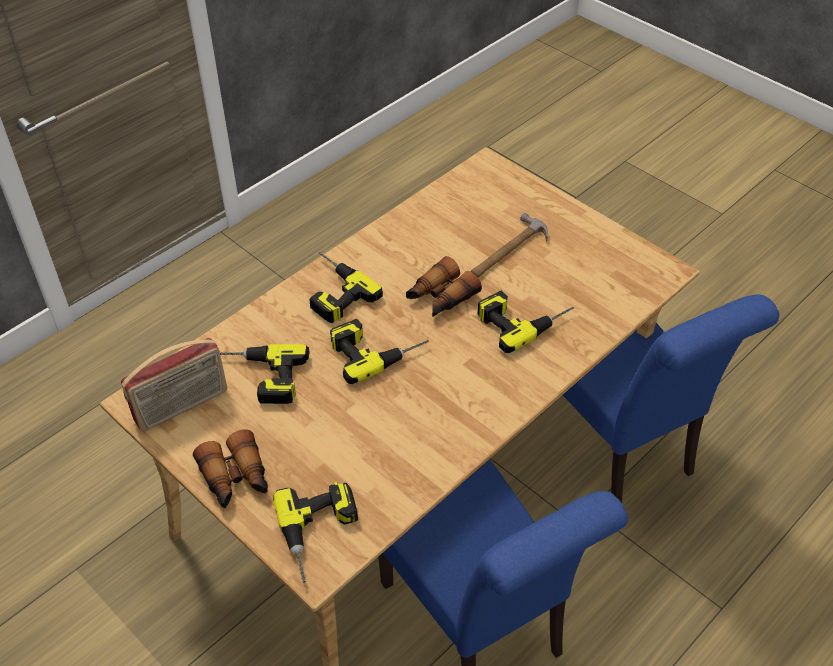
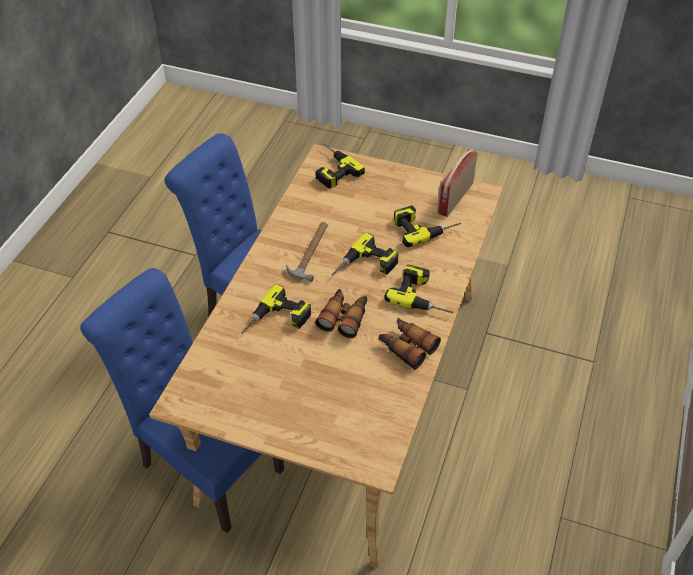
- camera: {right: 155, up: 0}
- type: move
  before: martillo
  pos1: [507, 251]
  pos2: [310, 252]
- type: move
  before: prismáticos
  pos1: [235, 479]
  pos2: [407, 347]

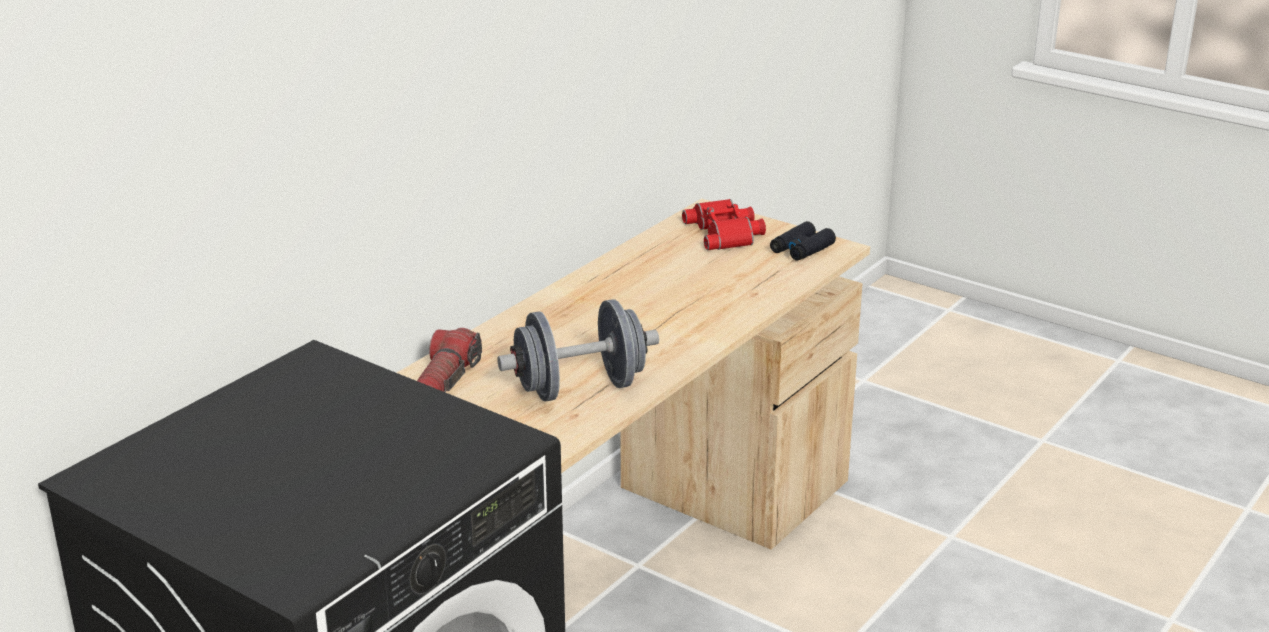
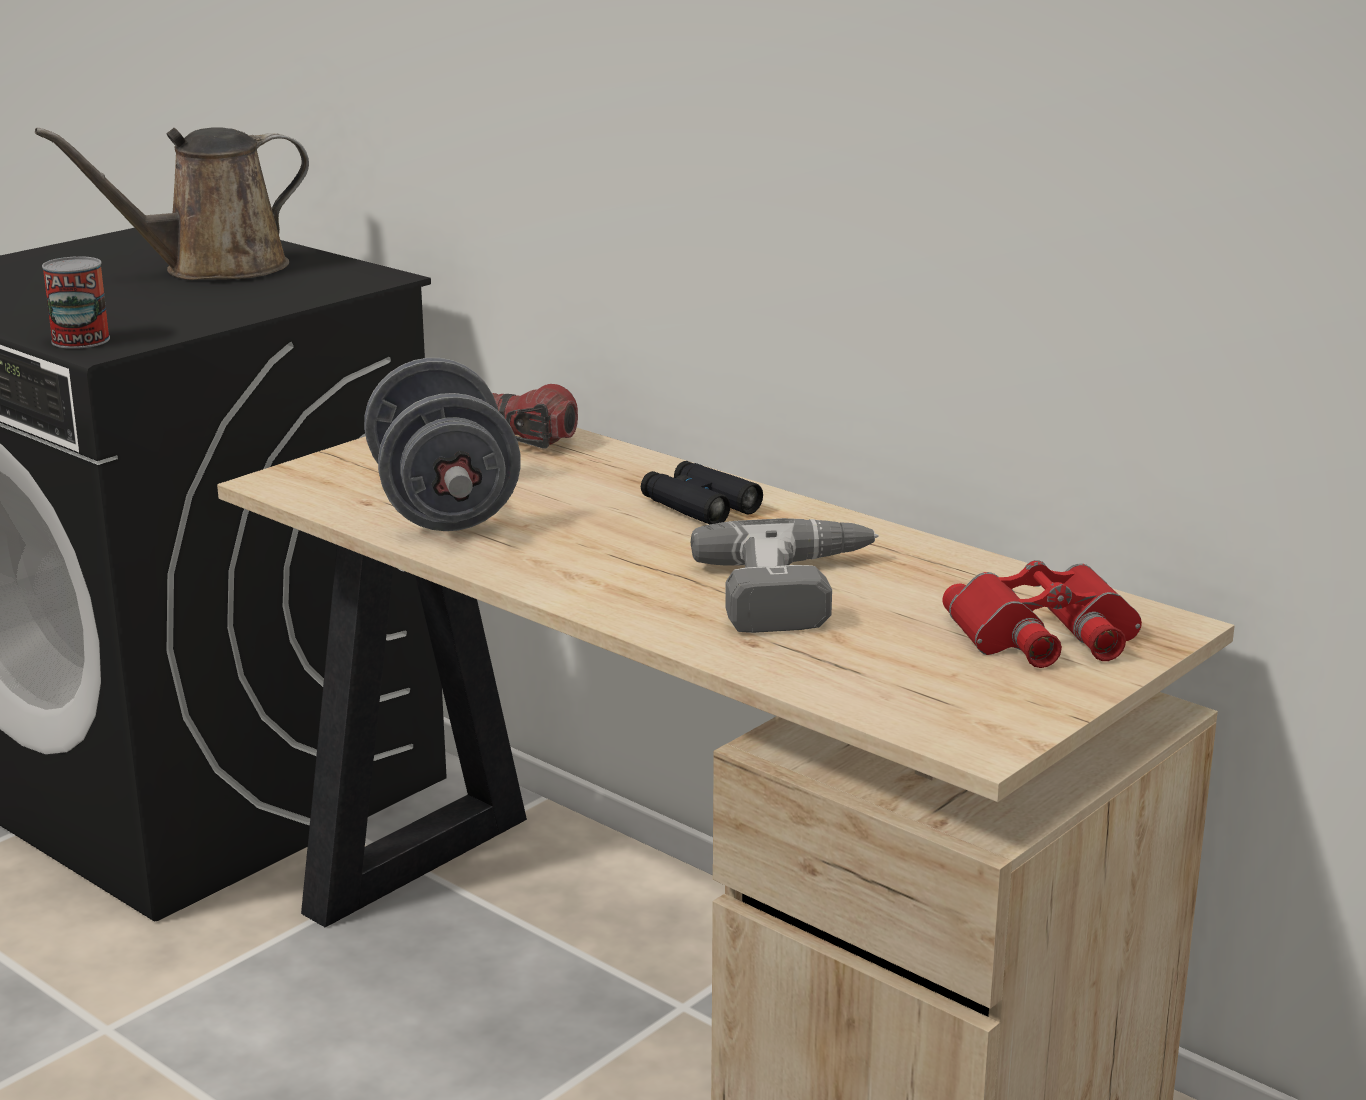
- camera: {right: 95, up: -5}
- type: insert
  after: regadera (marrón)
  pos2: [213, 269]
- type: insert
  after: lata
  pos2: [80, 340]
- type: move
  before: prismáticos (negro)
  pos1: [801, 249]
  pos2: [700, 506]
- type: insert
  after: taladro
  pos2: [797, 591]

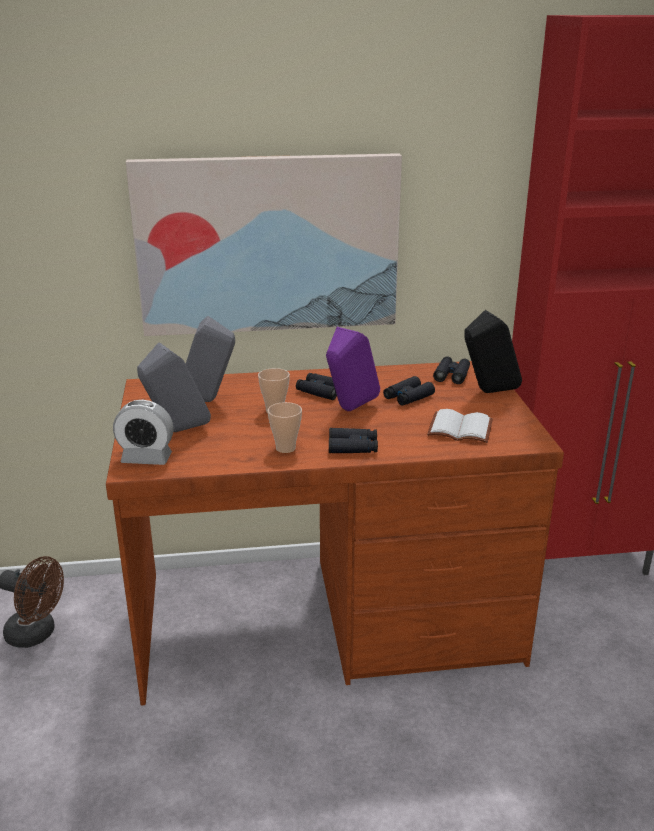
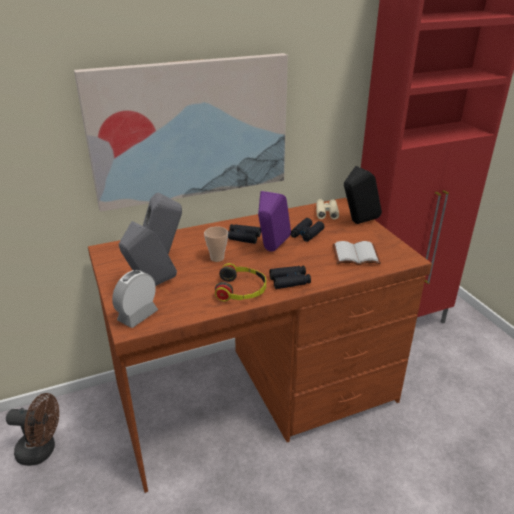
- camera: {right: -15, up: 5}
- type: rotate
  before: despertador
  pos1: [146, 458]
  pos2: [138, 316]
  turn: 135
- type: replace
  before: taza
  after: auriculares
  pos1: [285, 448]
  pos2: [241, 290]
- type: recolor
  before: prismáticos (negro)
  after: prismáticos (beis)
  pos1: [452, 375]
  pos2: [326, 212]

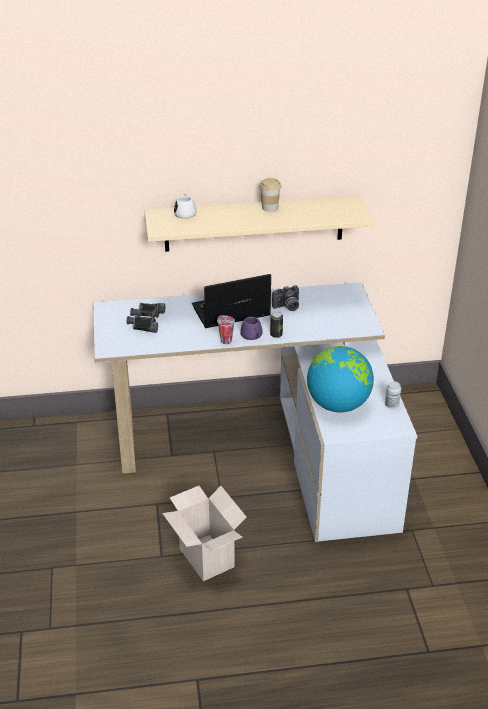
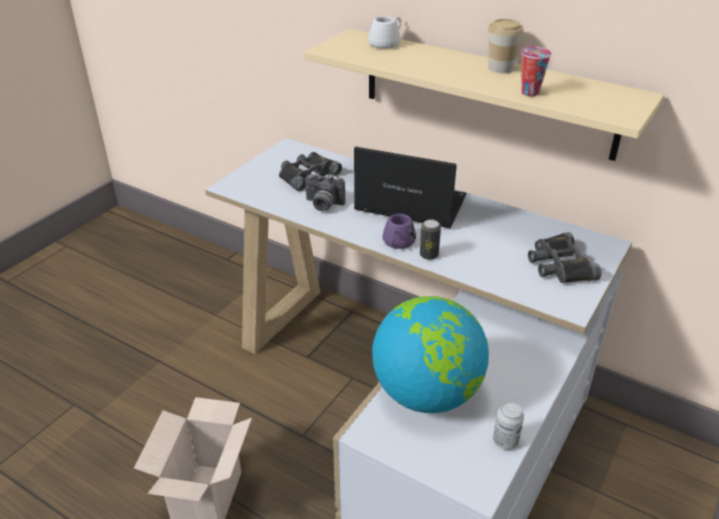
- camera: {right: 40, up: 0}
- type: move
  before: cámara
  pos1: [287, 307]
  pos2: [323, 205]
- type: move
  before: taza
  pos1: [225, 340]
  pos2: [529, 92]
- type: insert
  after: prismáticos (negro)
  pos2: [559, 265]

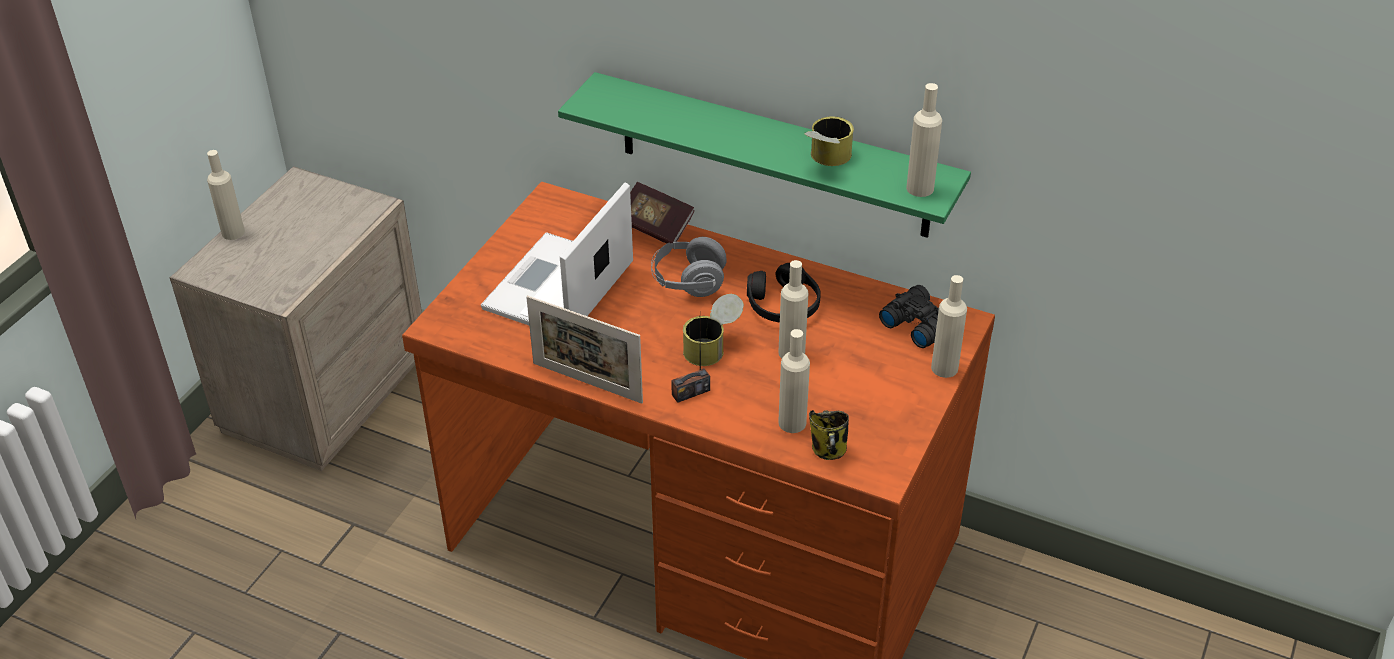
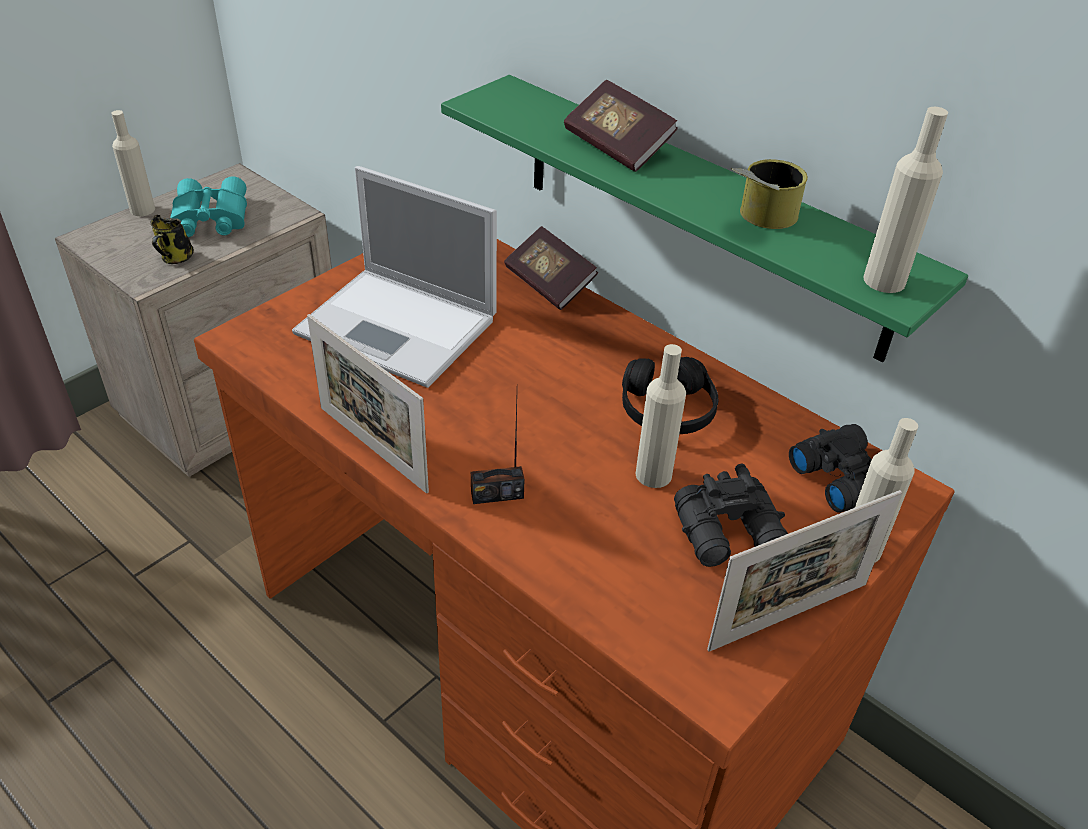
- camera: {right: 15, up: 0}
- type: move
  before: taza grande
  pos1: [829, 451]
  pos2: [175, 258]
- type: insert
  after: prismáticos (turquesa)
  pos2: [208, 219]
- type: rotate
  before: portátil
  pos1: [557, 289]
  pos2: [400, 327]
  turn: -105
- type: insert
  after: libro
  pos2: [618, 146]
- type: insert
  after: prismáticos (negro)
  pos2: [731, 534]
- type: insert
  after: portarretratos
  pos2: [788, 616]
- type: delete
  before: auriculares (gris)
  pos1: [688, 282]
- type: delete
  before: lata
  pos1: [713, 347]
- type: delete
  before: botella (beis)
  pos1: [792, 423]

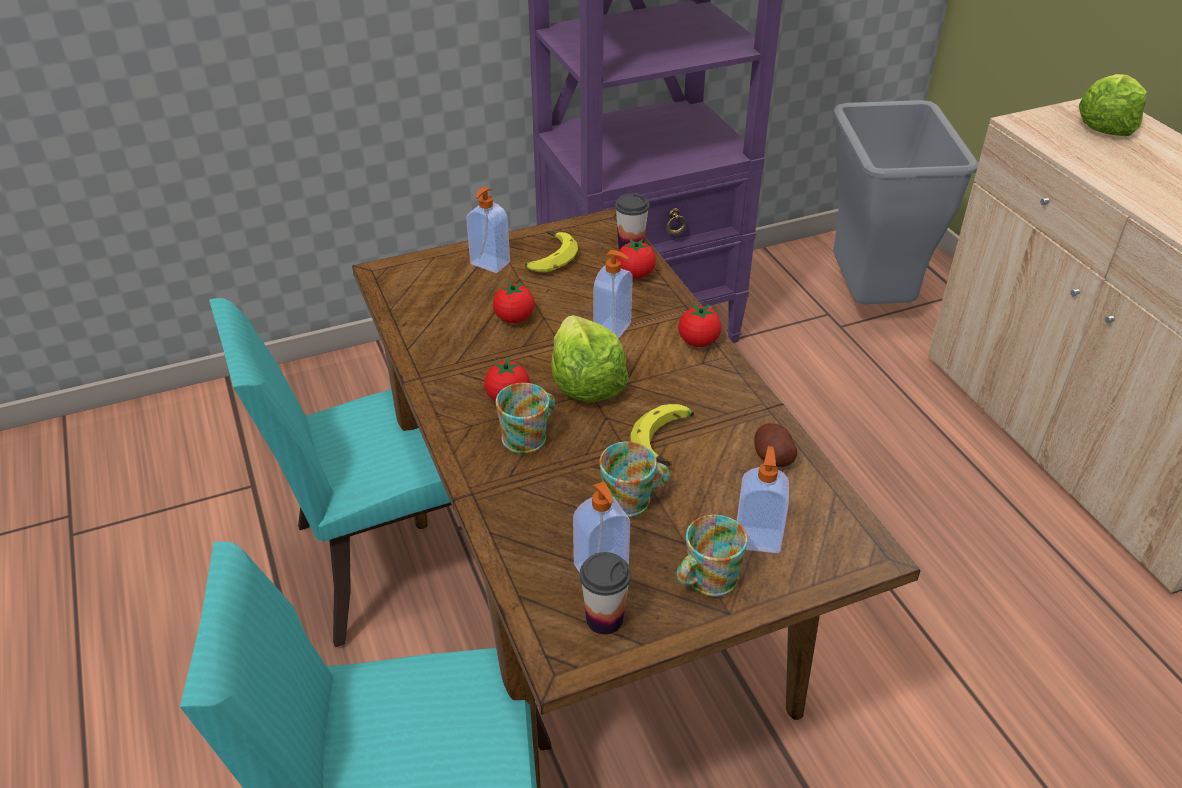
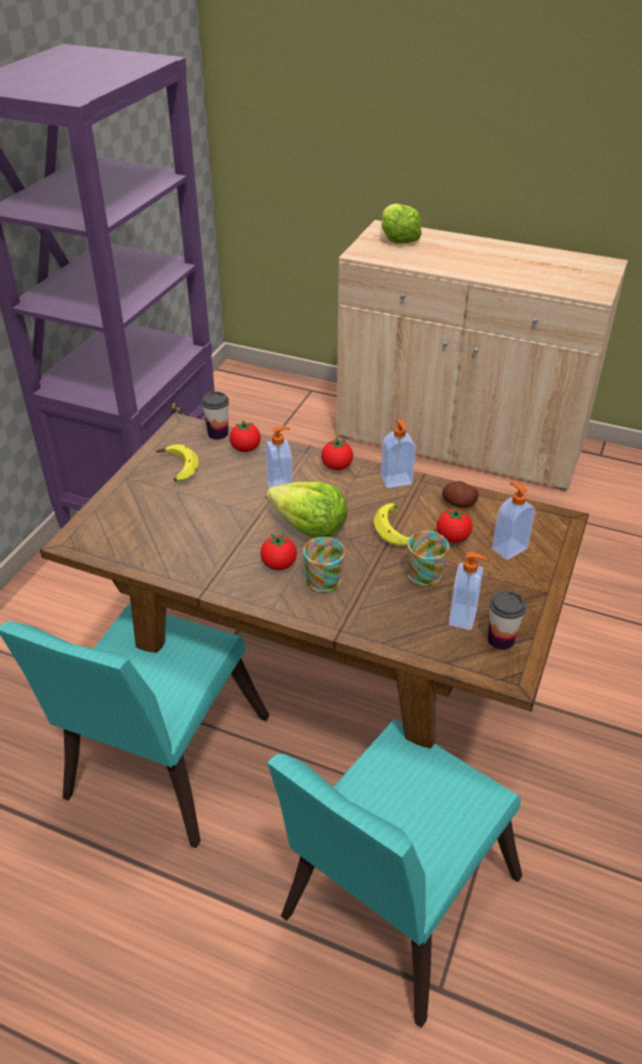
- camera: {right: -45, up: 0}
- type: move
  before: dispensador de jabón
  pos1: [489, 264]
  pos2: [396, 481]
- type: move
  before: tomate
  pos1: [514, 318]
  pos2: [452, 537]
- type: delete
  before: taza grande
  pos1: [705, 580]
- type: delete
  before: papelera (gris)
  pos1: [866, 300]

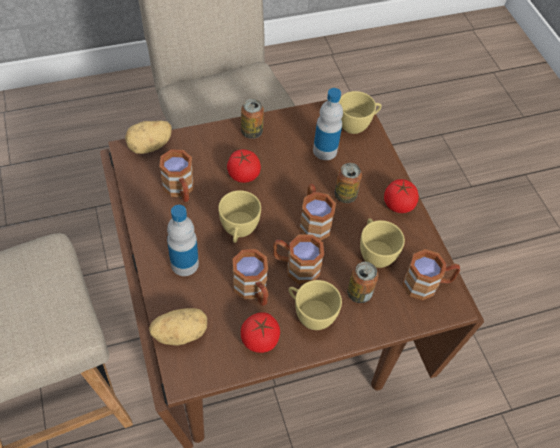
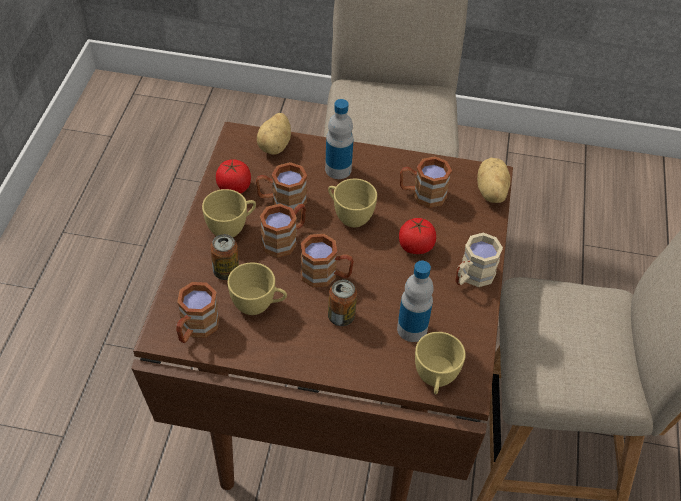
- camera: {right: 120, up: -5}
- type: replace
  before: lata
  after: taza grande (beis)
  pos1: [251, 132]
  pos2: [472, 277]
- type: delete
  before: tomate
  pos1: [398, 204]

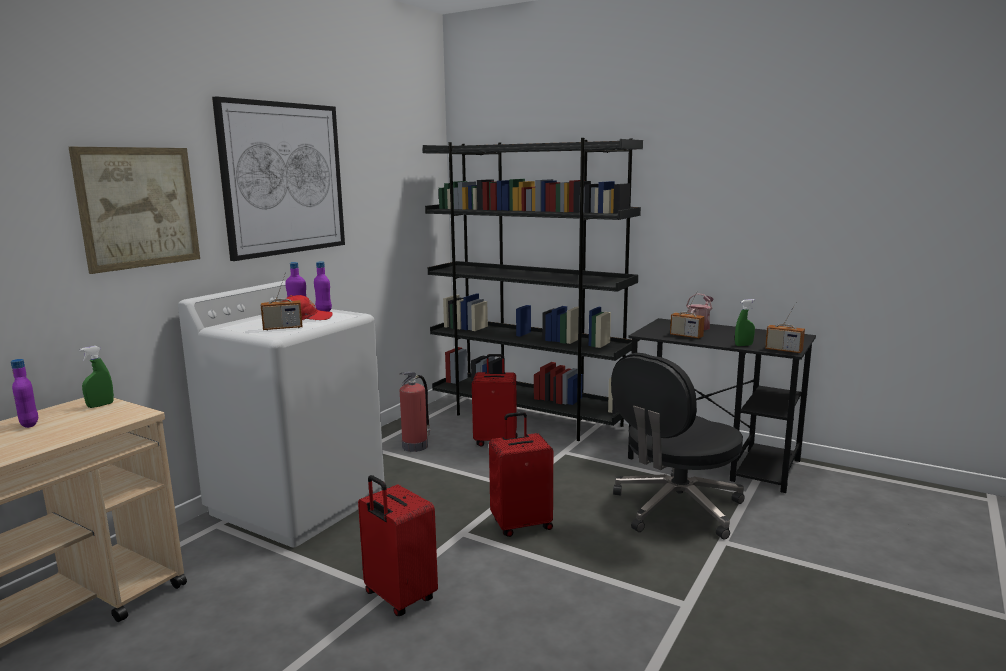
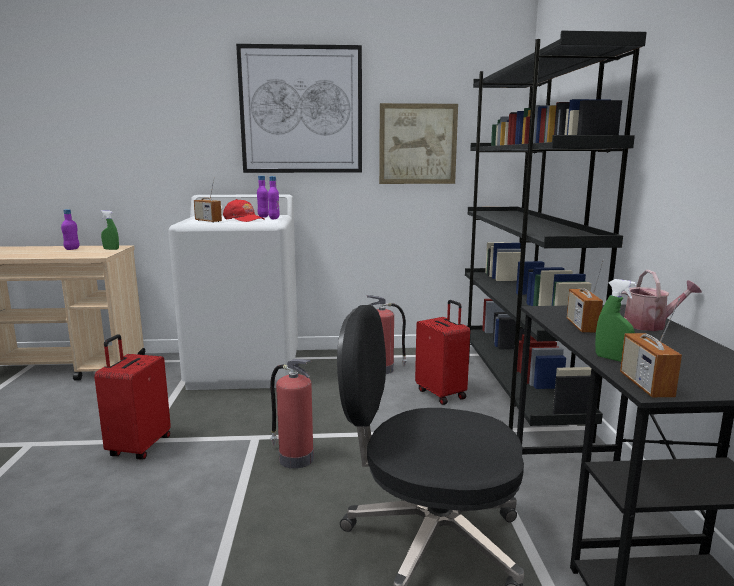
- camera: {right: 55, up: 0}
- type: replace
  before: maleta (rojo)
  after: extintor
  pos1: [521, 524]
  pos2: [295, 458]
- type: move
  before: cuadro
  pos1: [139, 207]
  pos2: [417, 144]

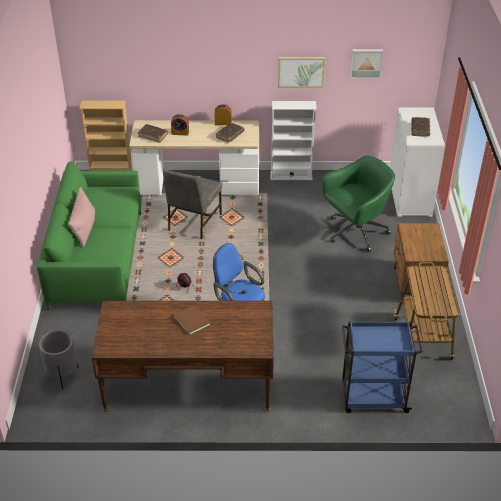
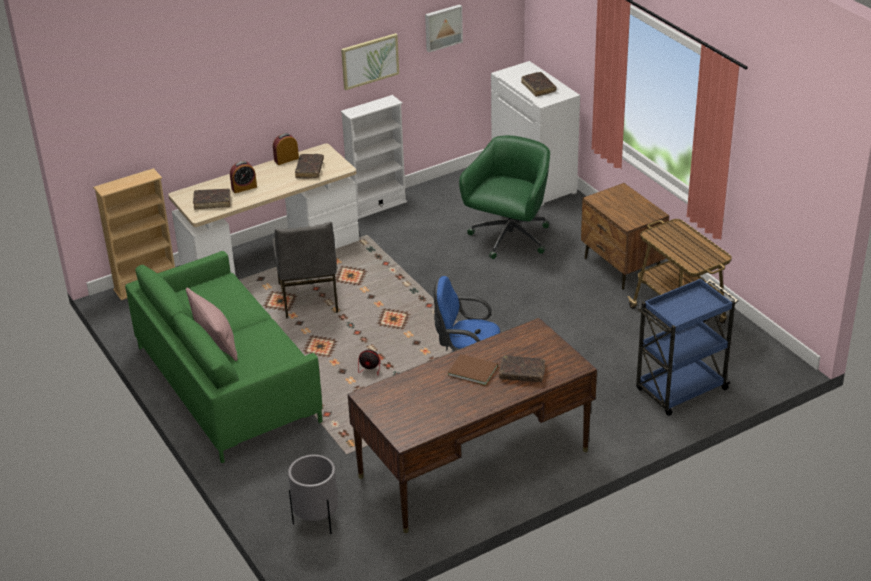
- camera: {right: -30, up: -5}
- type: insert
  after: libro (marrón)
  pos2: [522, 373]

